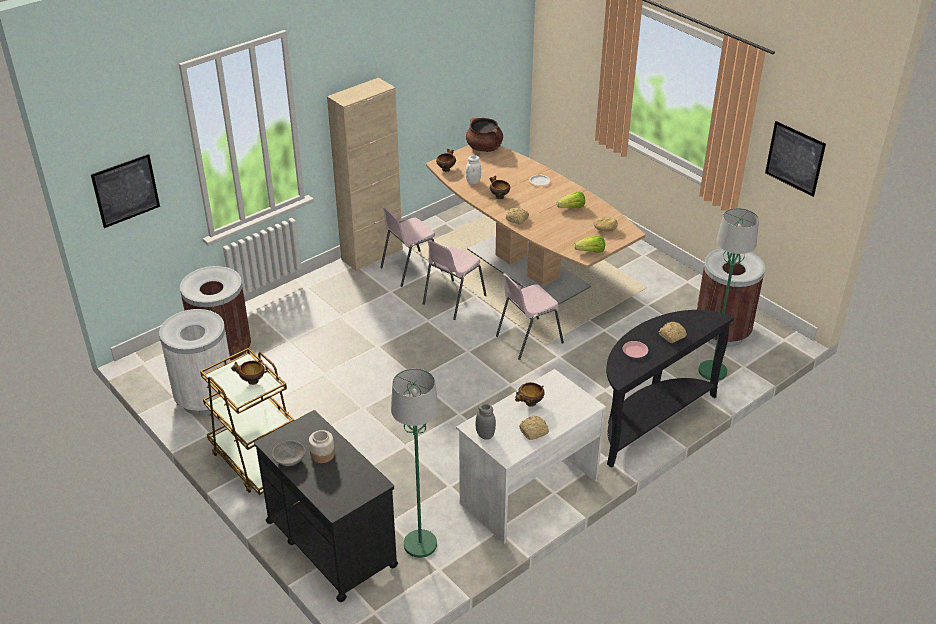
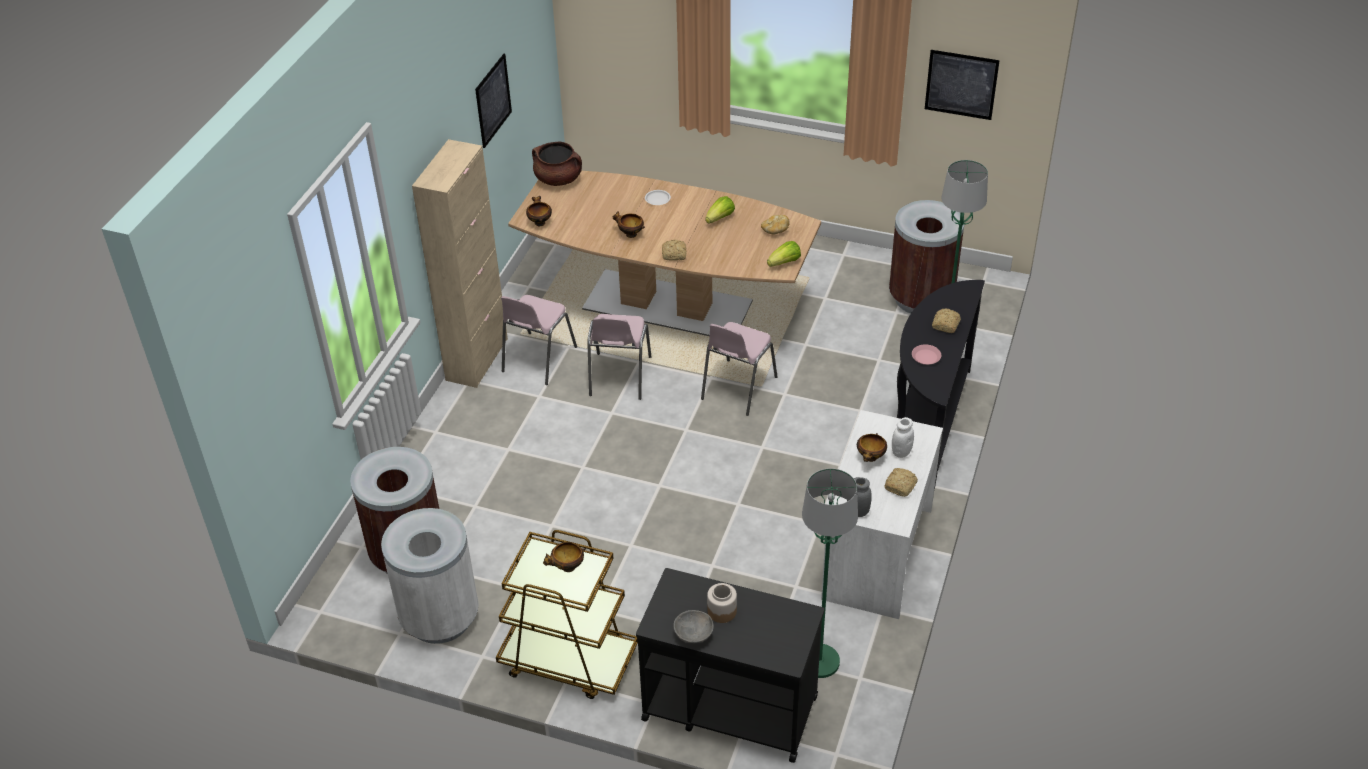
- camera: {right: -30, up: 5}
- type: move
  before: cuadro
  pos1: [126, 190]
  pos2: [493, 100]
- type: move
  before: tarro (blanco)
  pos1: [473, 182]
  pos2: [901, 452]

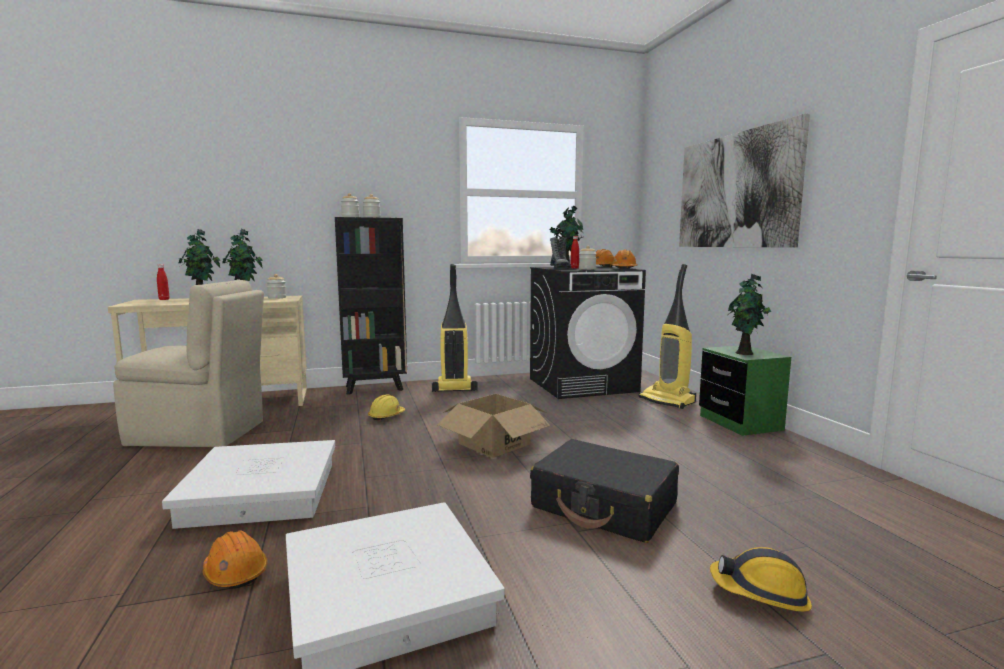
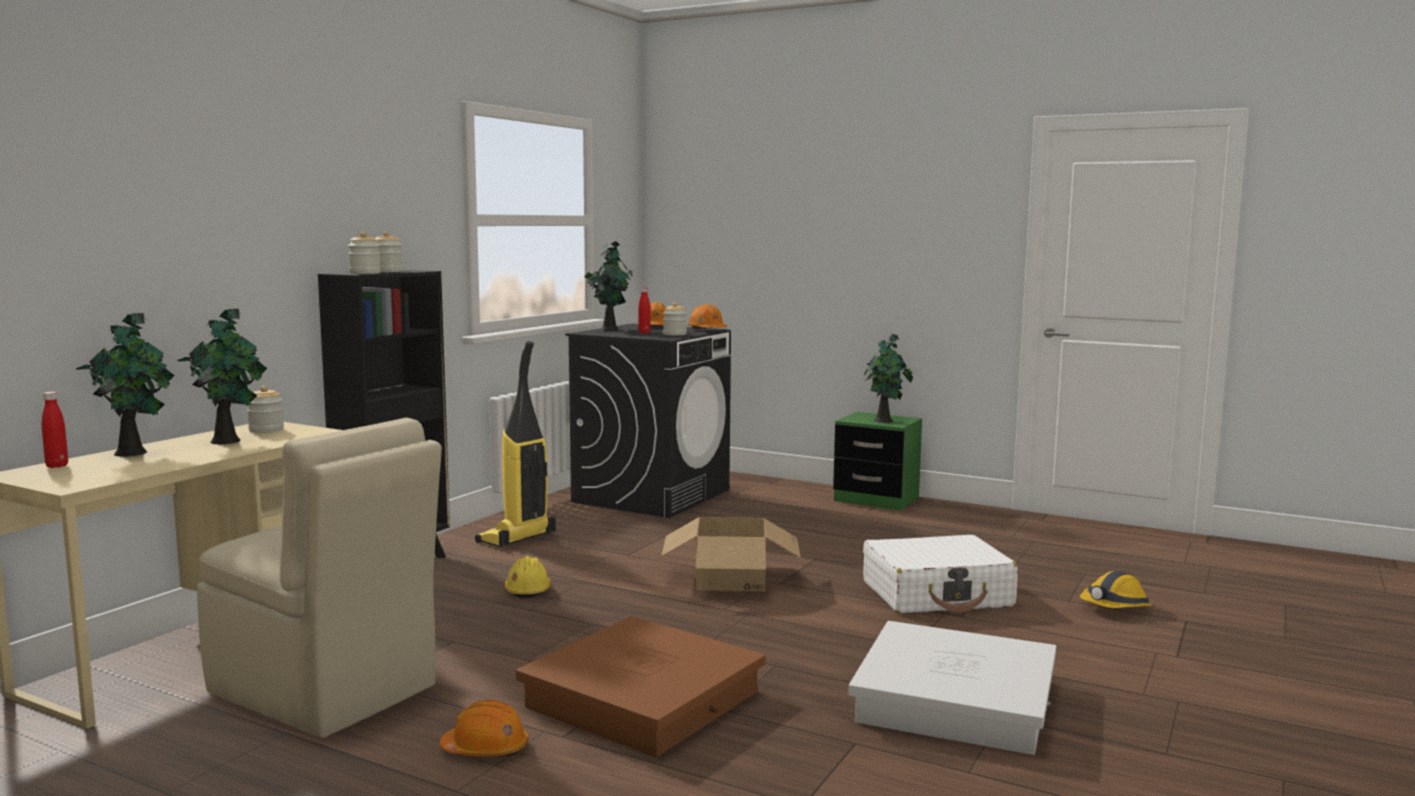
- camera: {right: -45, up: 0}
- type: rotate
  before: silla (beis)
  pos1: [200, 433]
  pos2: [325, 691]
  turn: 75
- type: move
  before: casco (naranja)
  pos1: [235, 573]
  pos2: [486, 749]
- type: recolor
  before: caja de almacenaje (blanco)
  after: caja de almacenaje (marrón)
  pos1: [261, 493]
  pos2: [642, 699]
- type: recolor
  before: maleta (negro)
  after: maleta (blanco)
  pos1: [604, 506]
  pos2: [937, 594]
- type: delete
  before: bota
  pos1: [560, 268]
- type: delete
  before: aspiradora
  pos1: [668, 401]
- type: delete
  before: cuadro
  pos1: [735, 191]

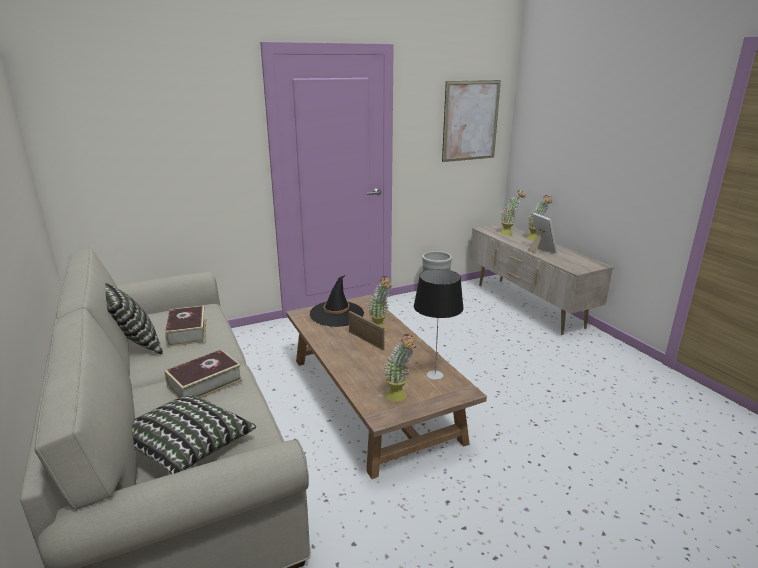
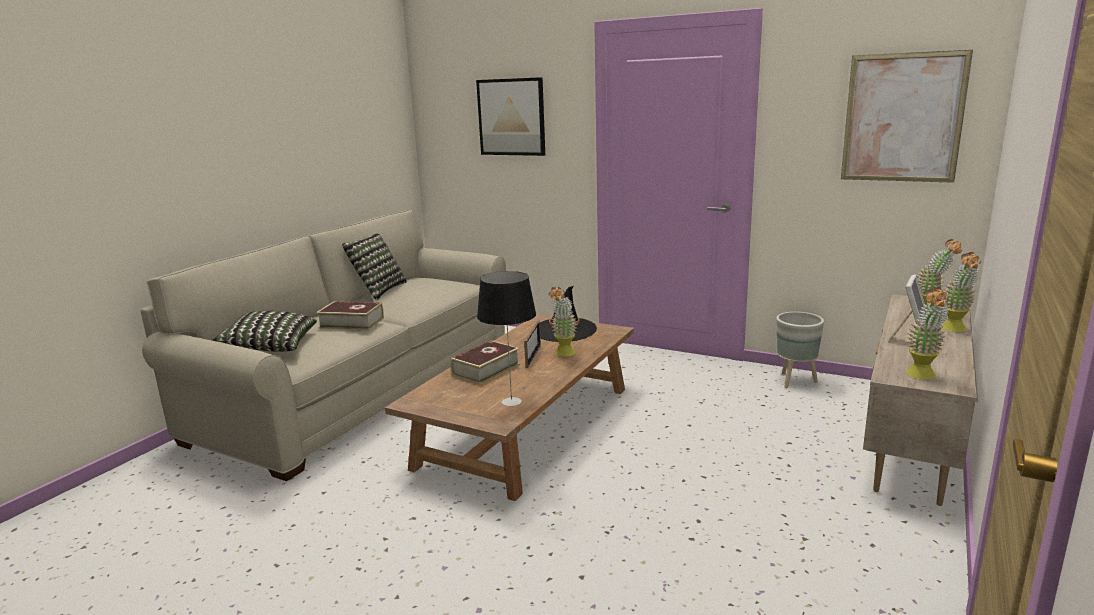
- camera: {right: 55, up: -5}
- type: move
  before: libro
  pos1: [187, 332]
  pos2: [486, 370]
- type: insert
  after: cuadro
  pos2: [511, 117]
- type: move
  before: planta en maceta
  pos1: [400, 398]
  pos2: [922, 377]

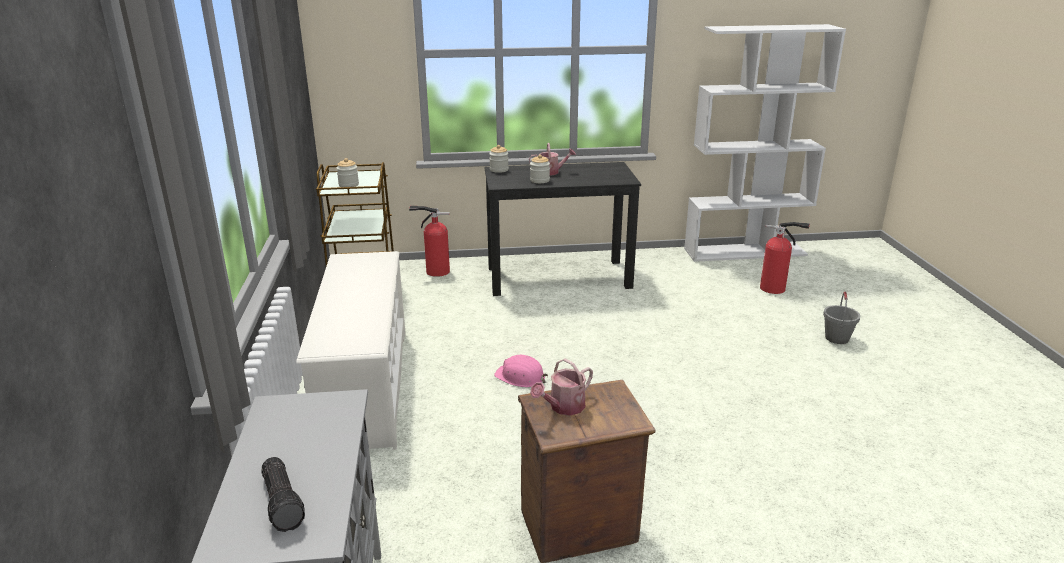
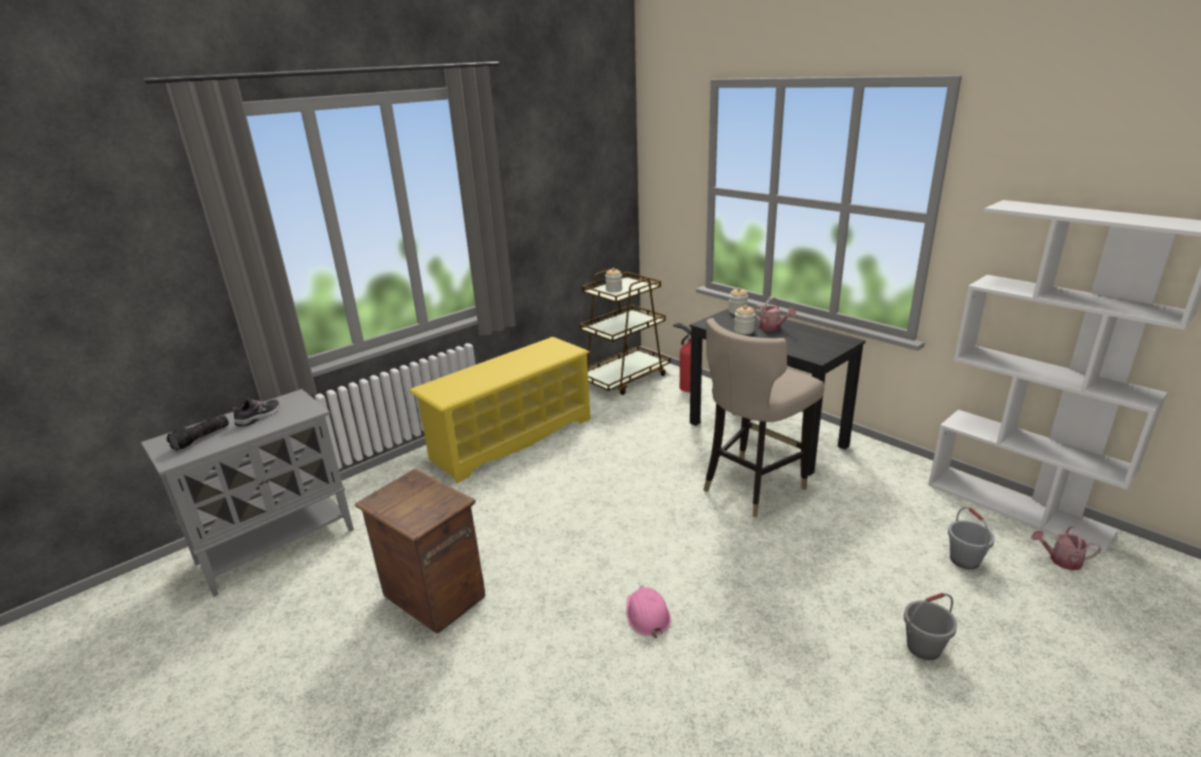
- camera: {right: 55, up: 0}
- type: insert
  after: zapato
  pos2: [259, 417]
- type: recolor
  before: zapatero (blanco)
  after: zapatero (amarillo)
  pos1: [365, 386]
  pos2: [512, 438]
- type: move
  before: casco (rosa)
  pos1: [520, 377]
  pos2: [647, 615]
- type: insert
  after: taburete (beis)
  pos2: [752, 486]
- type: replace
  before: extintor
  after: cubo (gris)
  pos1: [775, 289]
  pos2: [965, 560]
- type: move
  before: regadera
  pos1: [563, 407]
  pos2: [1061, 560]

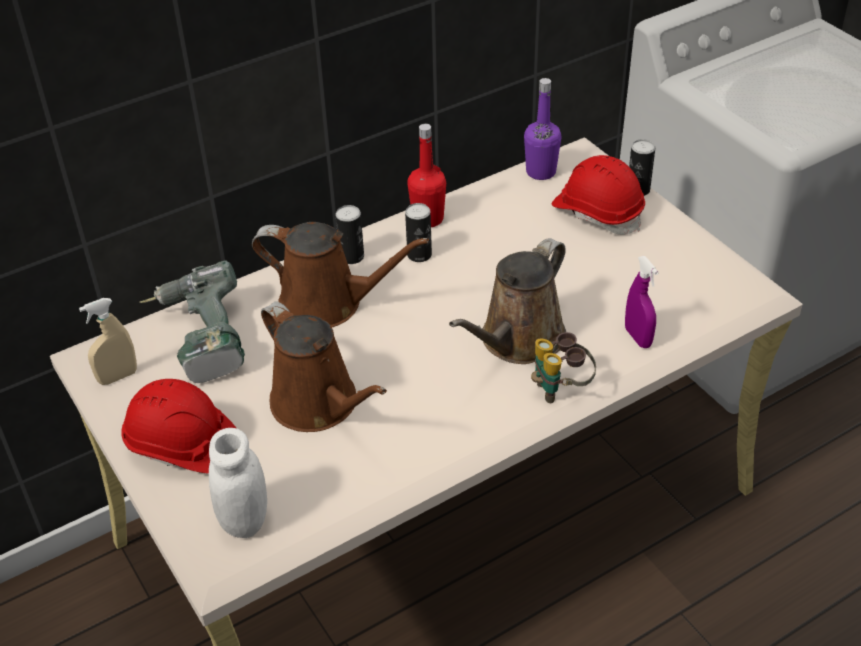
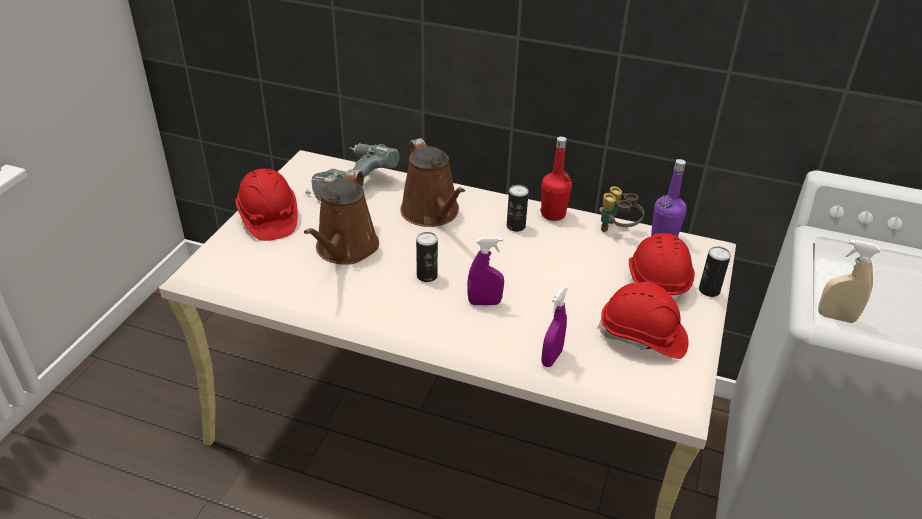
- camera: {right: 50, up: -5}
- type: move
  before: lata
  pos1: [352, 256]
  pos2: [427, 276]
- type: replace
  before: regadera (marrón)
  after: pulverizador (morado)
  pos1: [518, 341]
  pos2: [484, 302]
- type: insert
  after: casco (rojo)
  pos2: [642, 337]
- type: move
  before: prismáticos
  pos1: [560, 388]
  pos2: [617, 230]
- type: move
  before: pulverizador (beis)
  pos1: [118, 377]
  pos2: [836, 317]
- type: delete
  before: tarro (blanco)
  pos1: [244, 520]

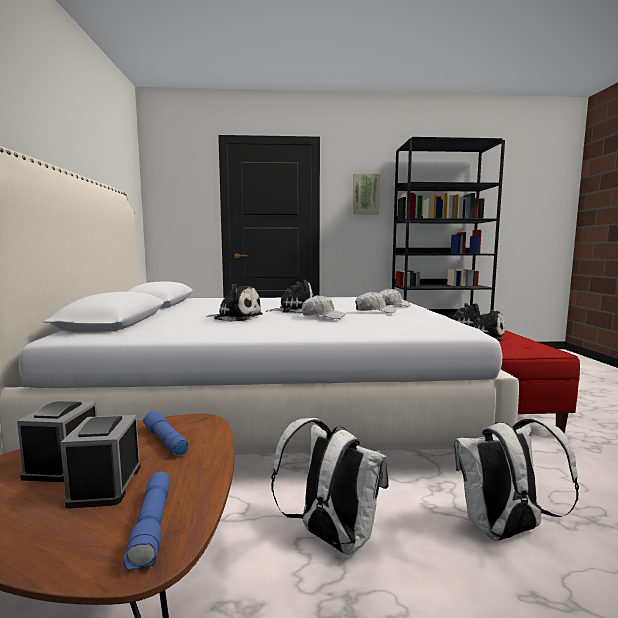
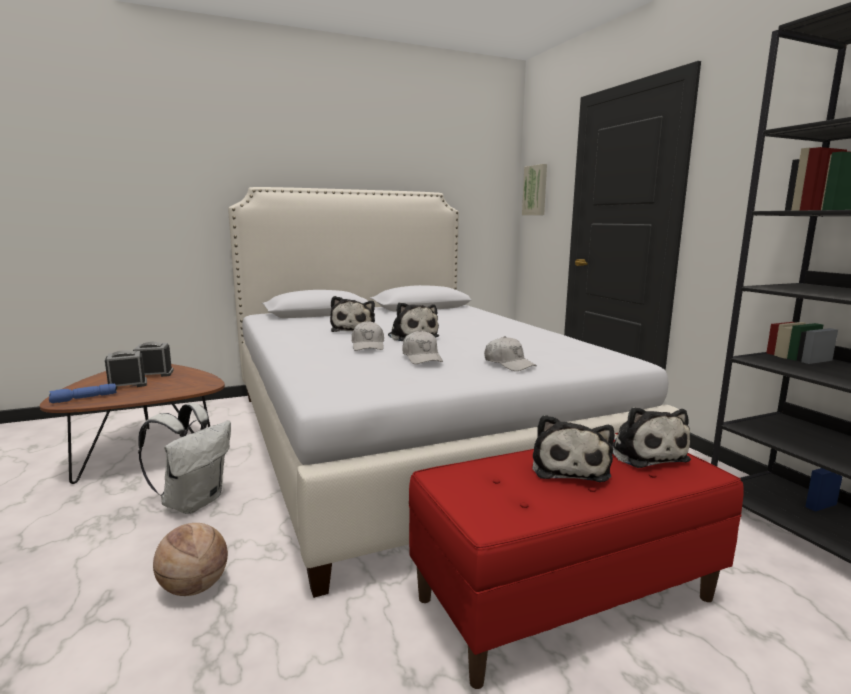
- camera: {right: 70, up: 5}
- type: replace
  before: mochila (blanco)
  after: balón de baloncesto
  pos1: [503, 531]
  pos2: [194, 588]
- type: move
  before: cuadro
  pos1: [365, 194]
  pos2: [536, 190]
- type: delete
  before: linterna (azul)
  pos1: [164, 440]

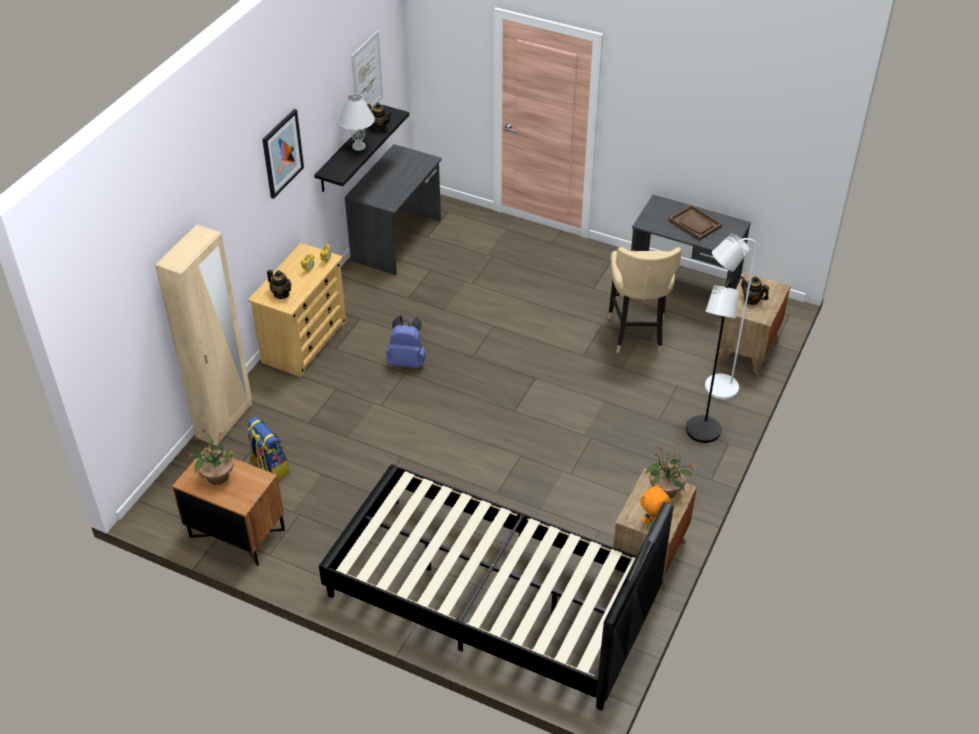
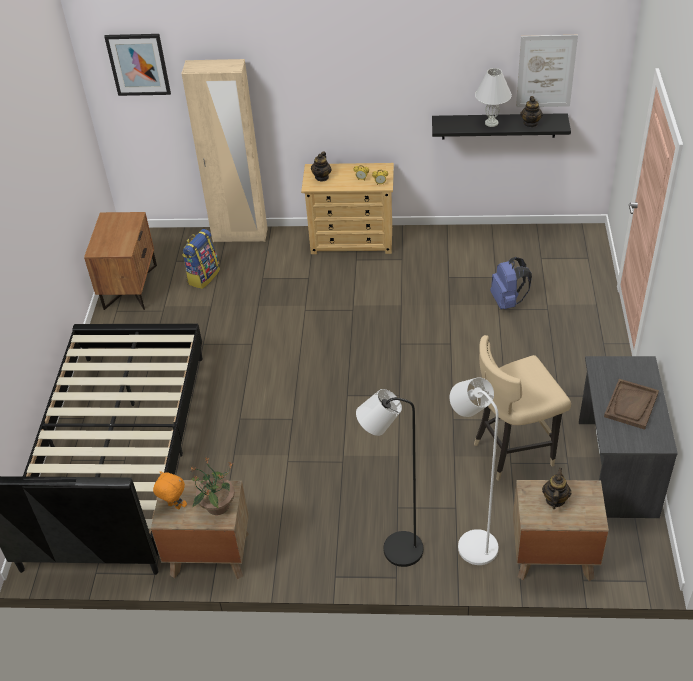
- camera: {right: 70, up: 0}
- type: move
  before: cuadro
  pos1: [282, 153]
  pos2: [138, 64]
- type: move
  before: mochila (azul)
  pos1: [407, 361]
  pos2: [508, 301]
- type: delete
  before: planta en maceta
  pos1: [217, 476]
- type: delete
  before: escritorio (gris)
  pos1: [398, 240]

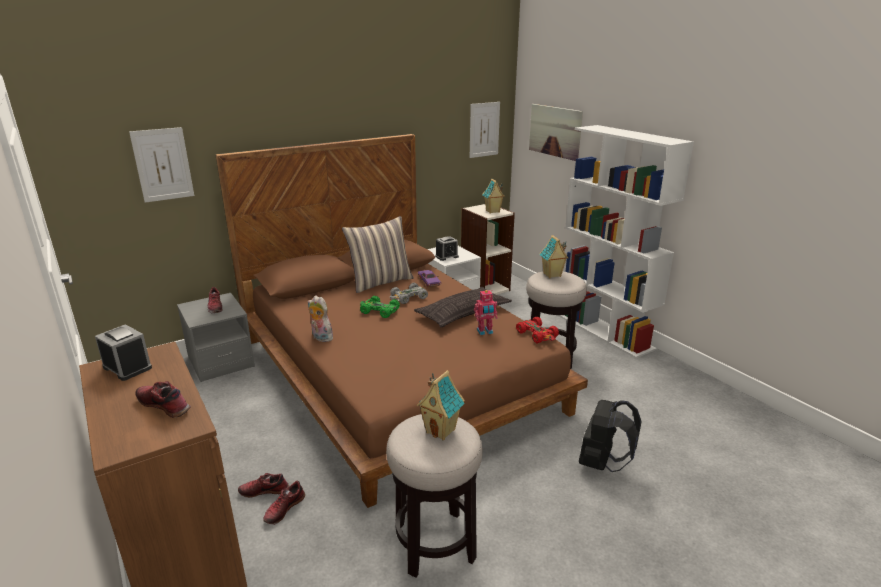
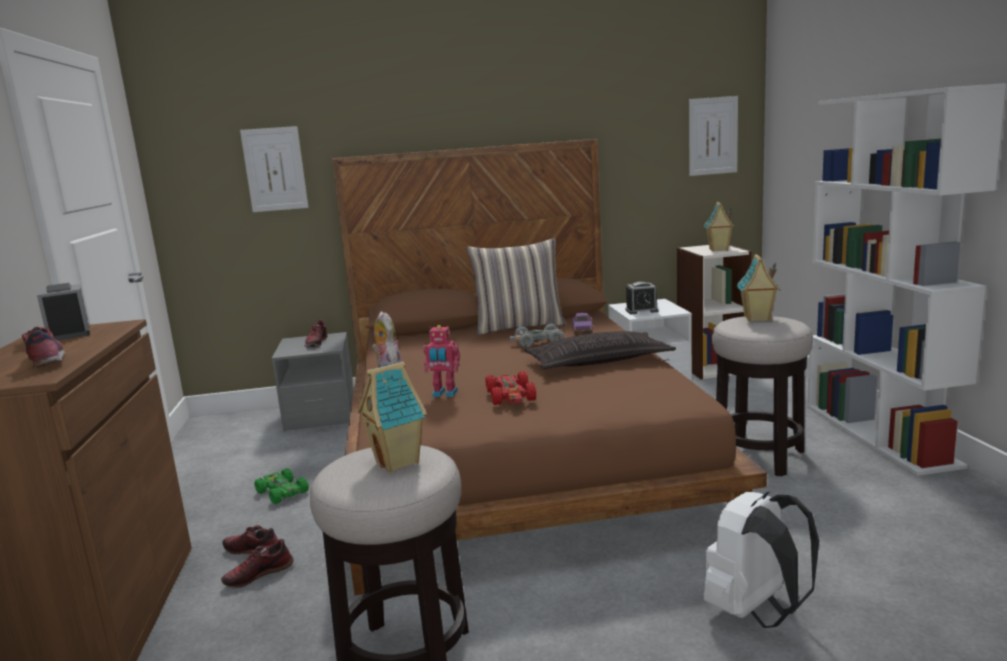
- camera: {right: 25, up: -10}
- type: move
  before: coche de juguete (verde)
  pos1: [379, 311]
  pos2: [281, 492]
- type: move
  before: robot de juguete
  pos1: [485, 332]
  pos2: [444, 394]
- type: move
  before: coche de juguete (rojo)
  pos1: [537, 335]
  pos2: [511, 396]
- type: recolor
  before: mochila (negro)
  after: mochila (blanco)
  pos1: [602, 463]
  pos2: [755, 612]
- type: delete
  before: cuadro
  pos1: [555, 131]

